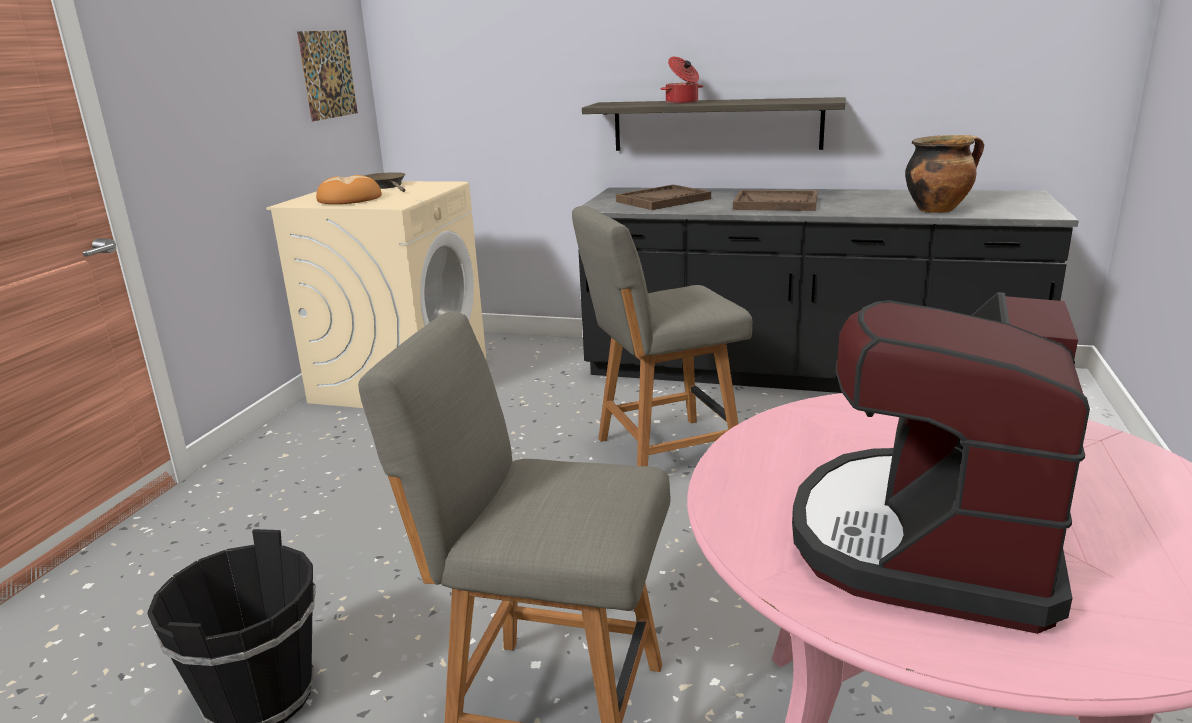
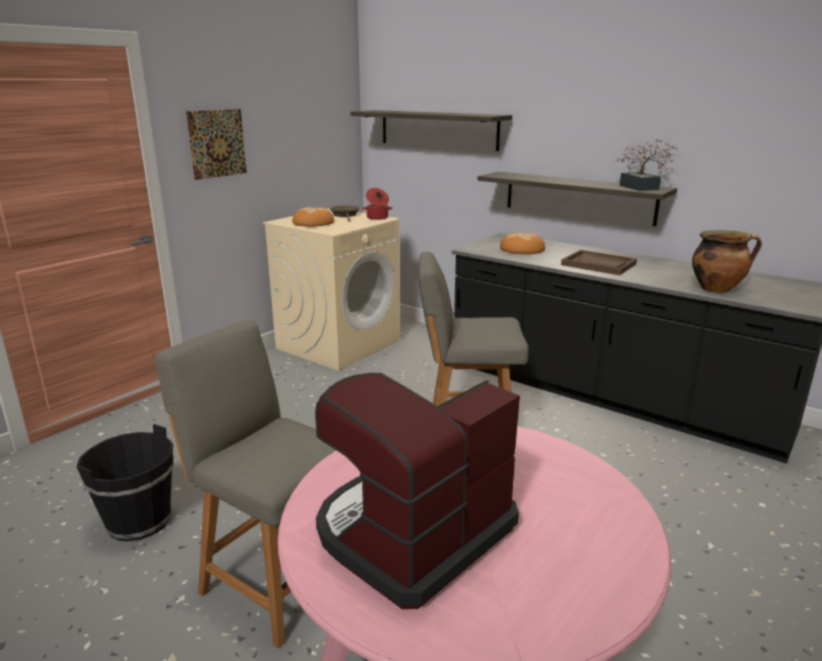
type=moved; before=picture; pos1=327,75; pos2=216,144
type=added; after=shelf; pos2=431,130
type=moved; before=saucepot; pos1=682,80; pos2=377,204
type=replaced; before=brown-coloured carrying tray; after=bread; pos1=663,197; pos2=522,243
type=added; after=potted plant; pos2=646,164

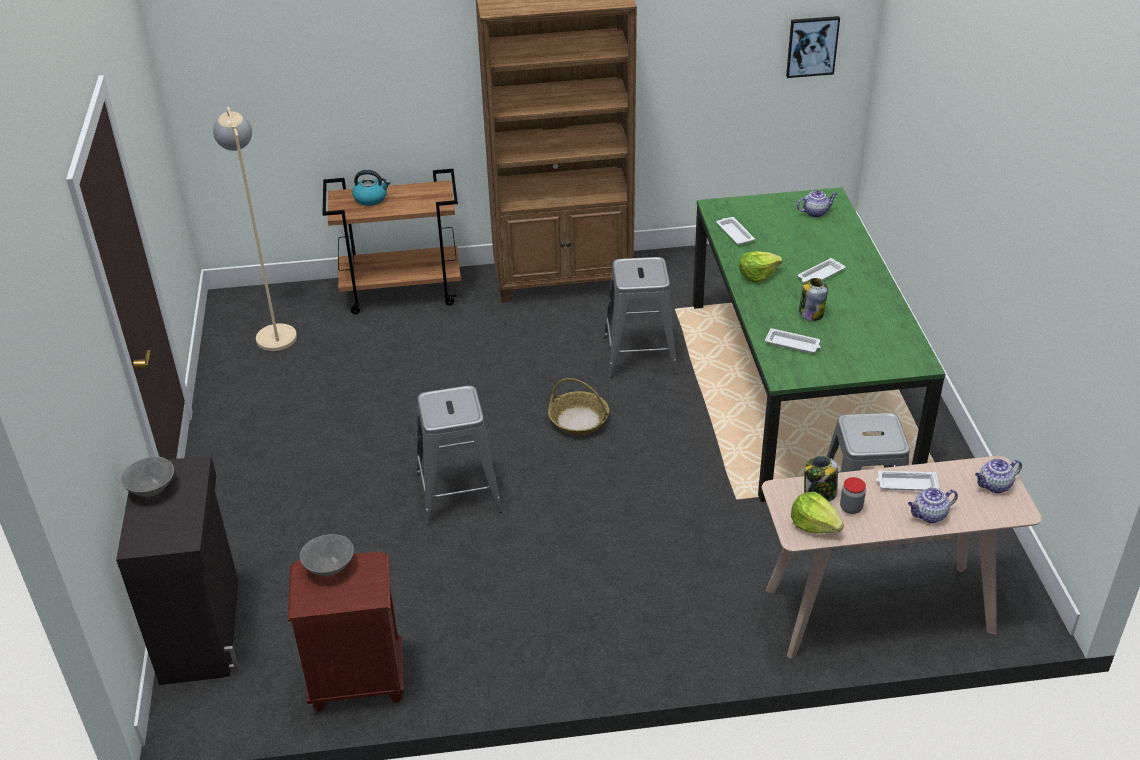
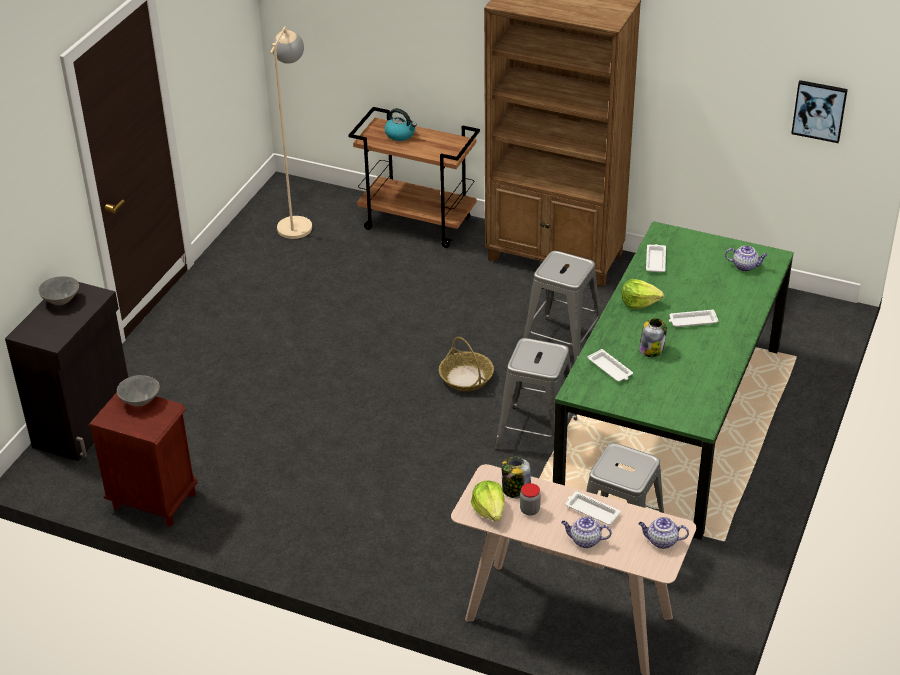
type=moved; before=gray stool; pos1=459,455; pos2=536,394

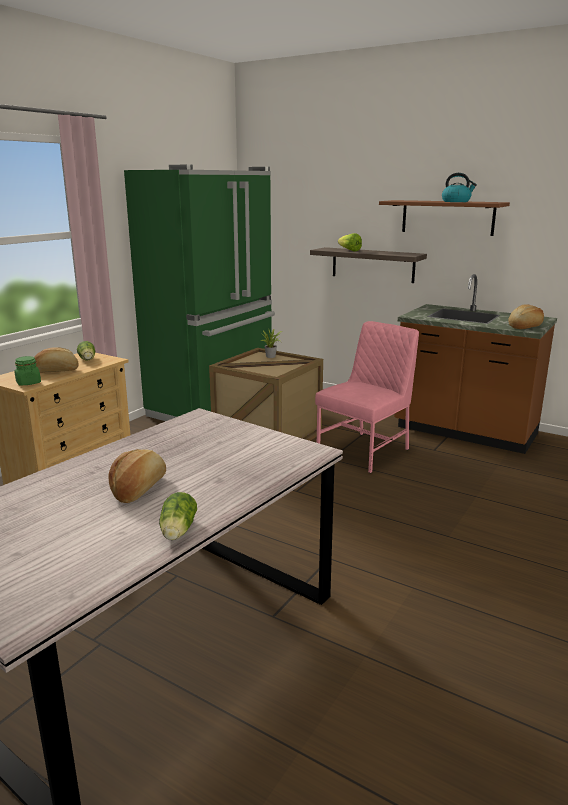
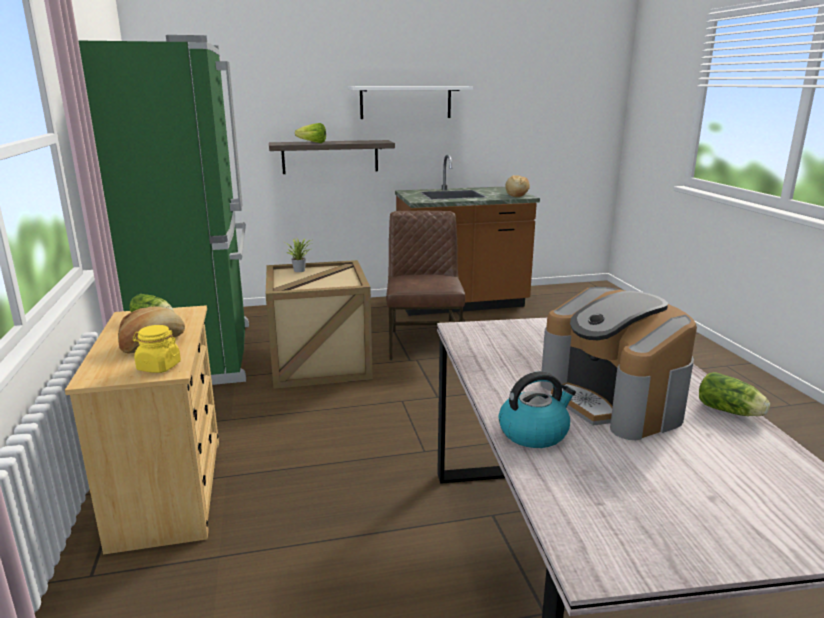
type=recoloured; before=green storage jar; after=yellowish storage jar; pos1=28,371; pos2=157,349
type=recoloured; before=brown-coloured shelf; after=whitish shelf; pos1=444,218; pos2=410,102
type=recoloured; before=pinkish upright chair; after=brown-coloured upright chair; pos1=367,397; pos2=425,285
type=moved; before=kettle; pos1=459,187; pos2=537,409
type=replaced; before=bread; after=coffee maker; pos1=137,476; pos2=619,363

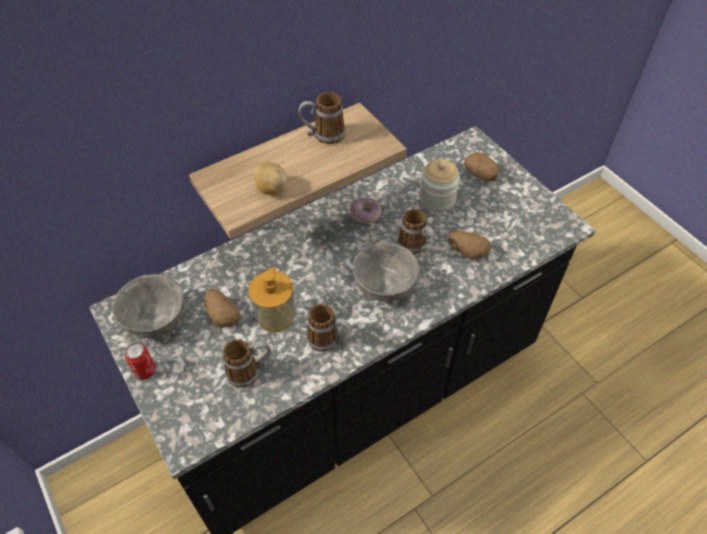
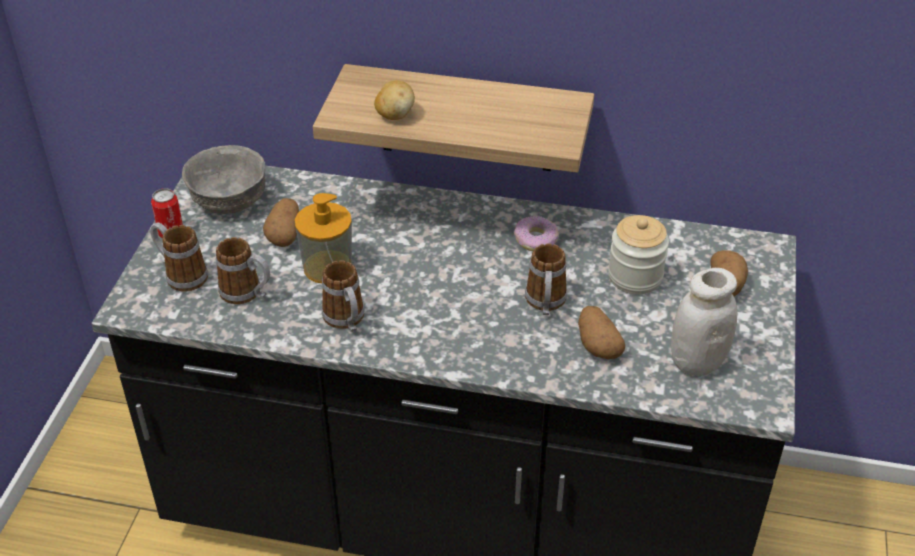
type=moved; before=tea mug; pos1=322,118; pos2=179,257
type=added; after=whitish storage jar; pos2=704,322
type=removed; before=gray deep dish; pos1=386,272

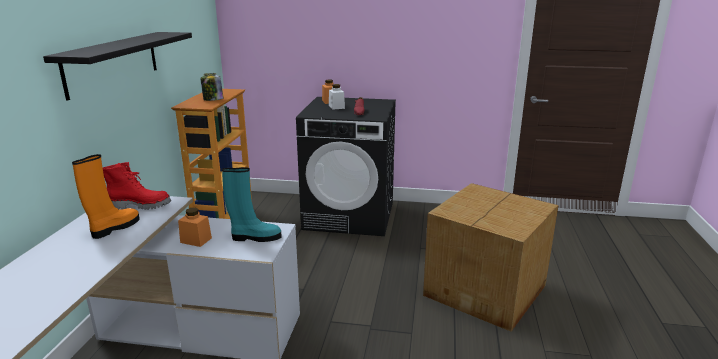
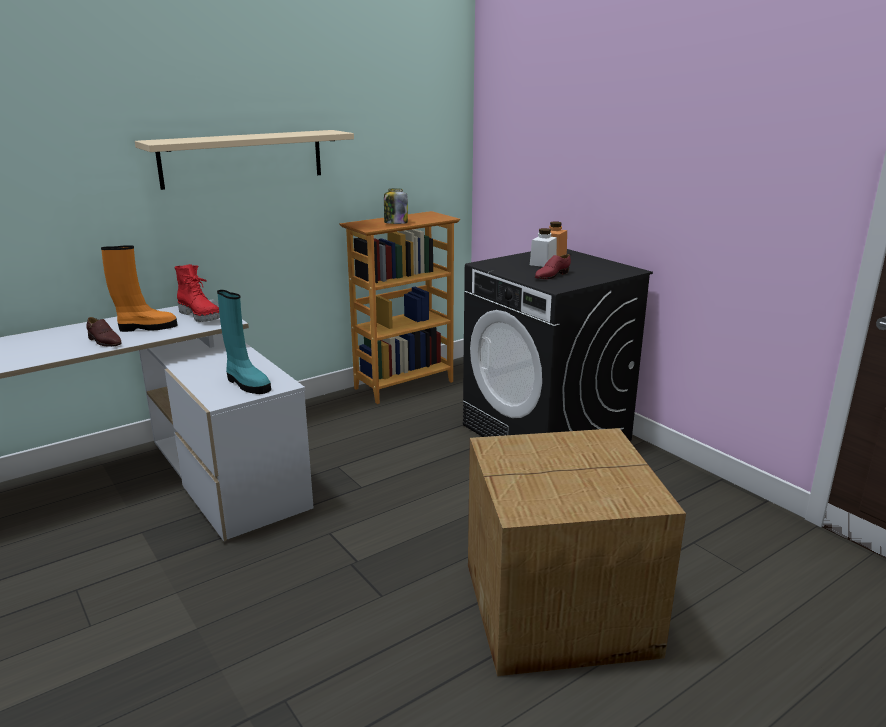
type=added; after=brown-coloured shoe; pos2=104,332
type=recoloured; before=black shelf; after=beige-coloured shelf; pos1=117,66; pos2=244,160
type=removed; before=orange storage jar; pos1=195,227

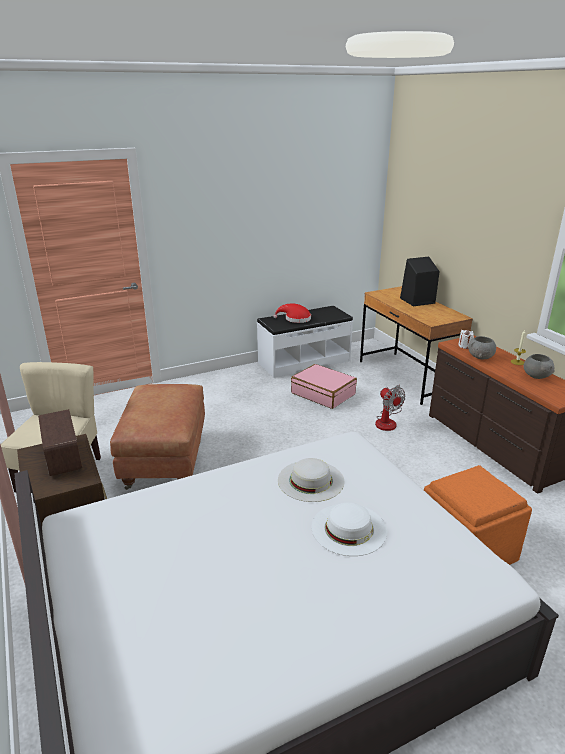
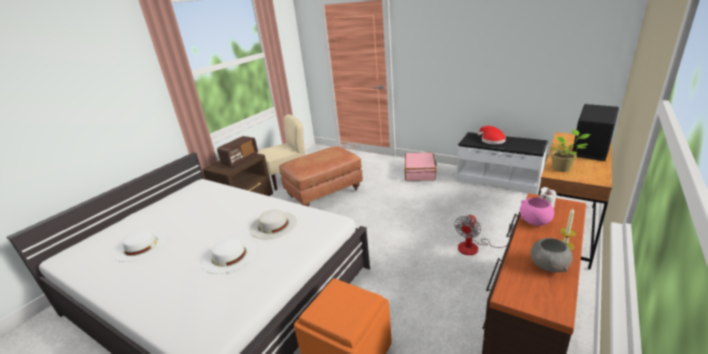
type=added; after=whitish wearable hat; pos2=140,246
type=moved; before=pinkish piece of luggage; pos1=324,386; pos2=420,166
type=recoloured; before=gray deep dish; after=pinkish deep dish; pos1=482,347; pos2=537,211
type=added; after=potted plant; pos2=570,150

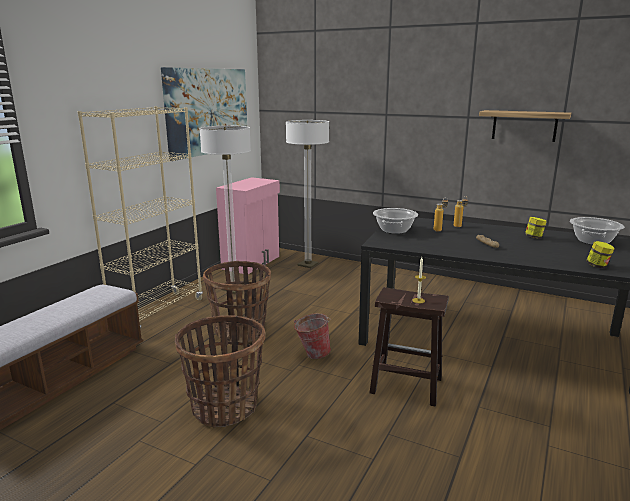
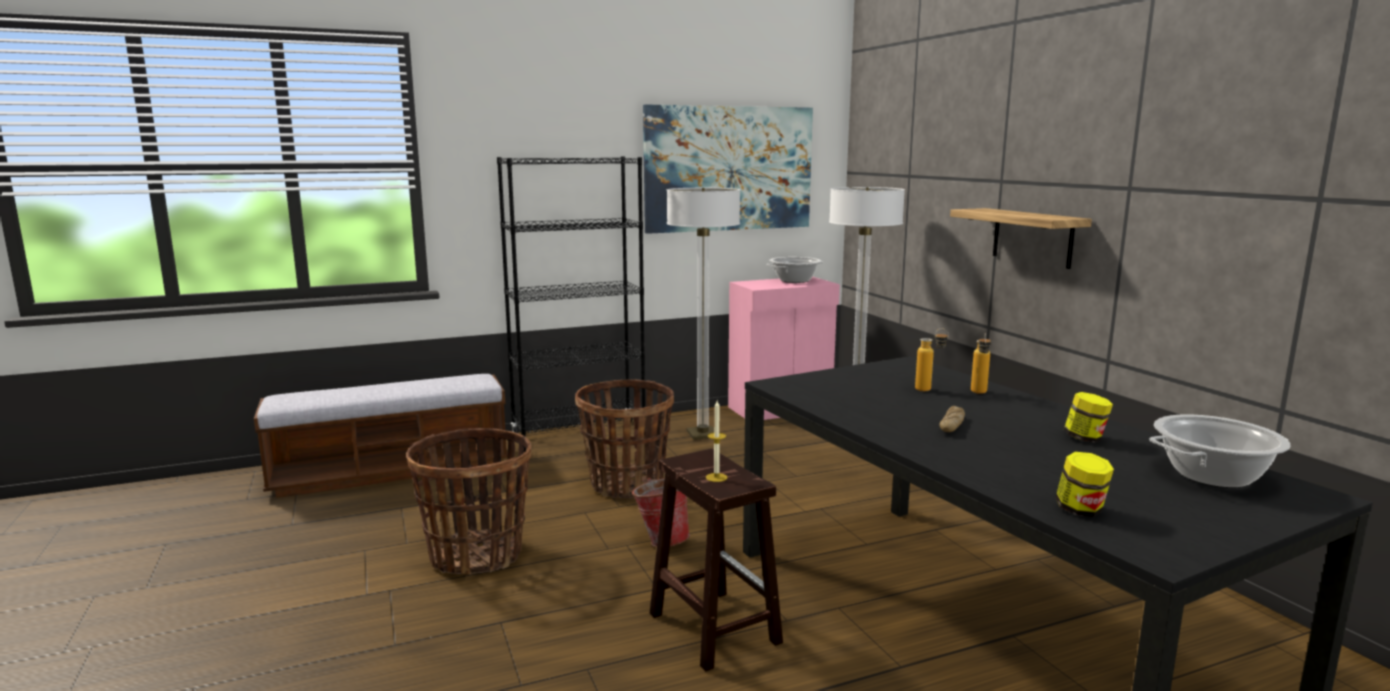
type=recoloured; before=beige-coloured shelving unit; after=black shelving unit; pos1=140,217; pos2=571,304
type=moved; before=saucepot; pos1=395,221; pos2=795,270
type=moved; before=shelf; pos1=525,126; pos2=1021,238

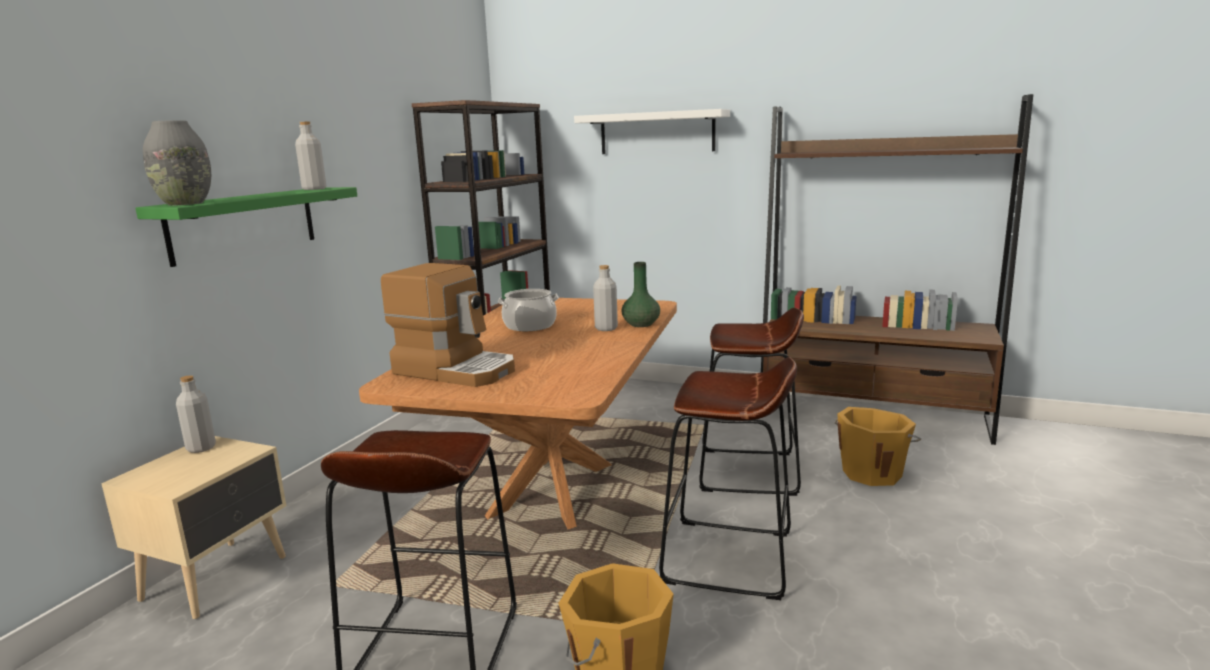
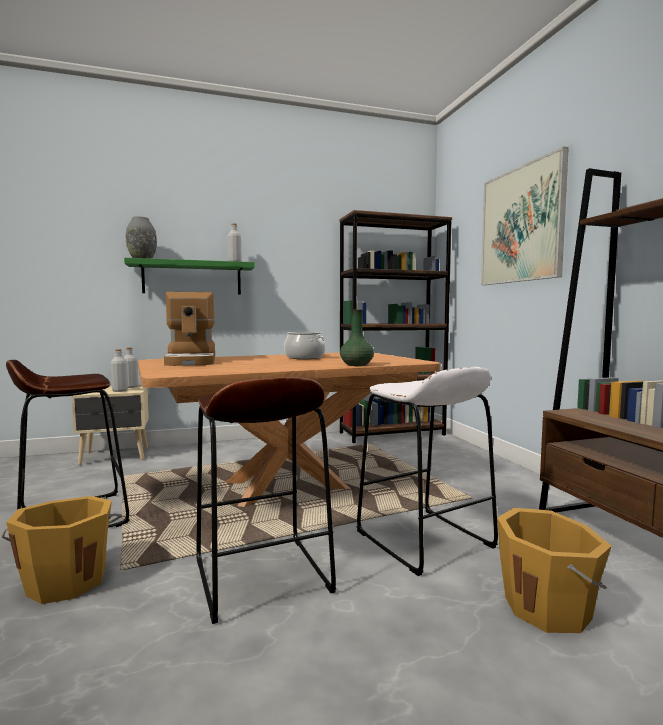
type=moved; before=gray bottle; pos1=605,298; pos2=119,370
type=recoloured; before=brown-coloured stool; after=whitish stool; pos1=751,402; pos2=427,471
type=replaced; before=whitish shelf; after=picture; pos1=652,131; pos2=525,215

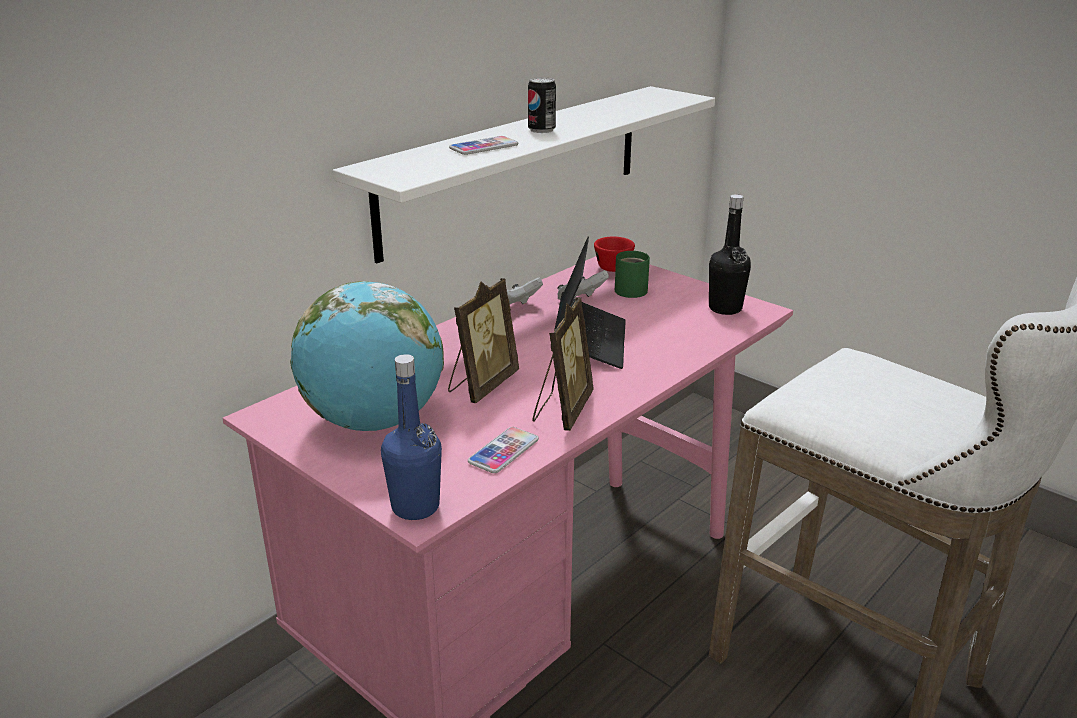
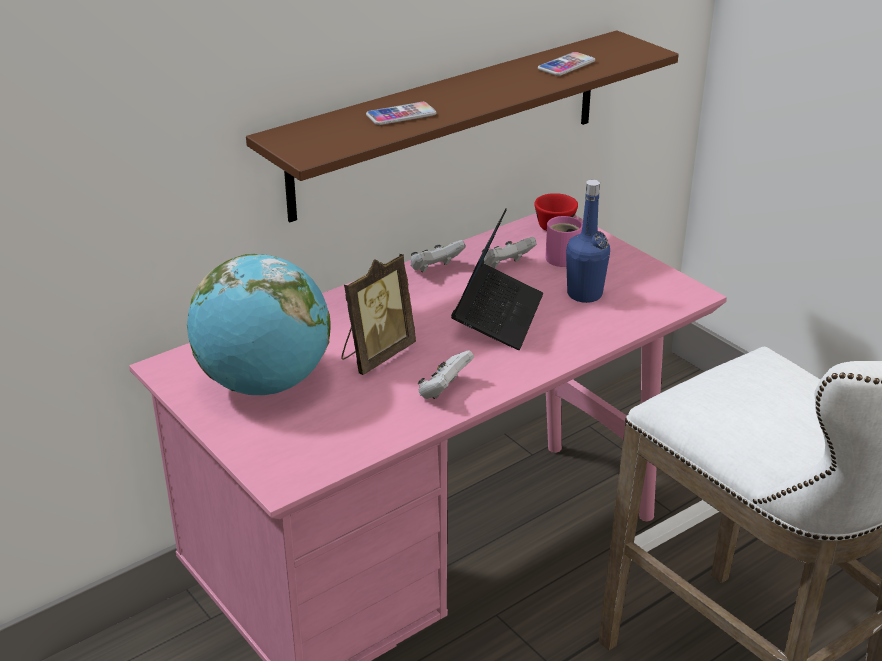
type=recoloured; before=whitish shelf; after=brown-coloured shelf; pos1=524,174; pos2=462,126
type=replaced; before=photo frame; after=whitish game controller; pos1=563,364; pos2=446,374
type=moved; before=telephone; pos1=503,450; pos2=566,64
type=recoloured; before=green tea mug; after=pinkish tea mug; pos1=632,274; pos2=564,241
type=moved; before=blue-coloured bottle; pos1=411,437; pos2=588,241
type=removed; before=sealed can; pos1=542,105
type=removed; before=black bottle; pos1=730,254

